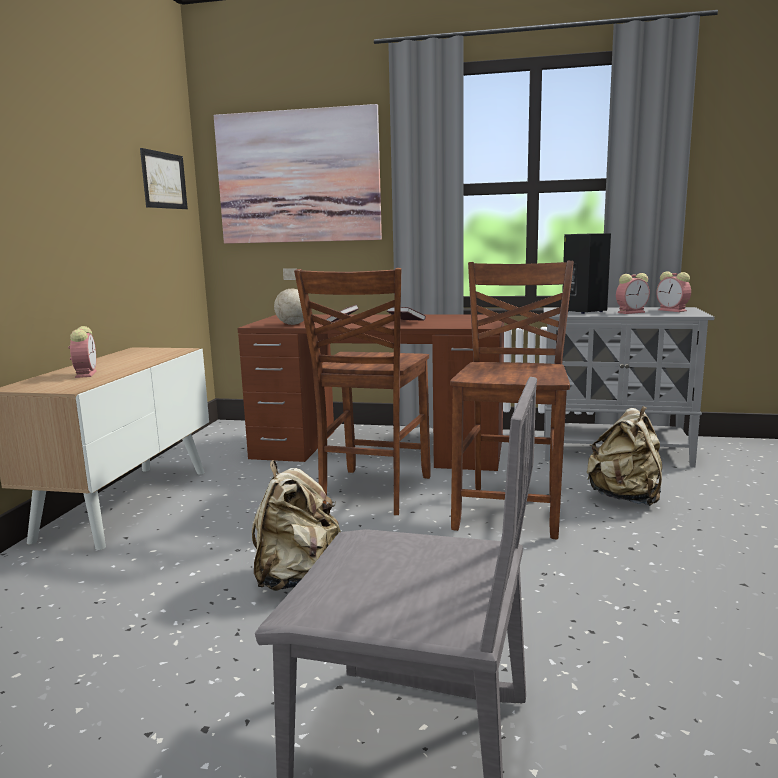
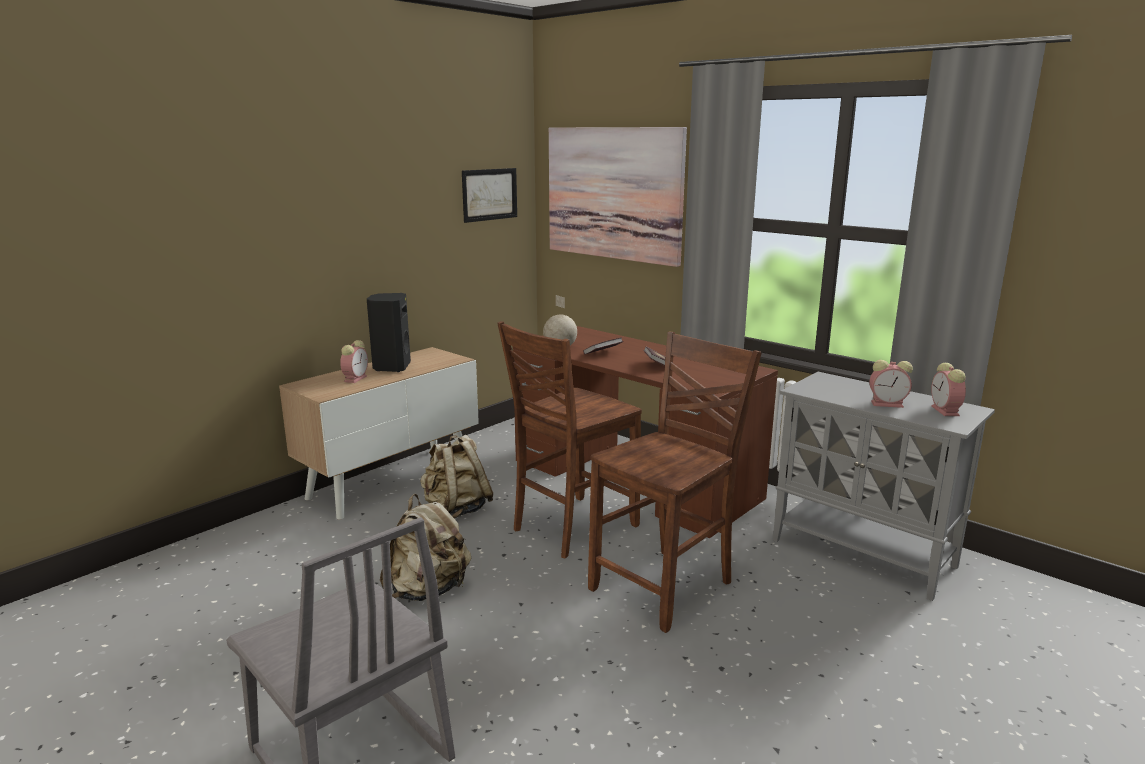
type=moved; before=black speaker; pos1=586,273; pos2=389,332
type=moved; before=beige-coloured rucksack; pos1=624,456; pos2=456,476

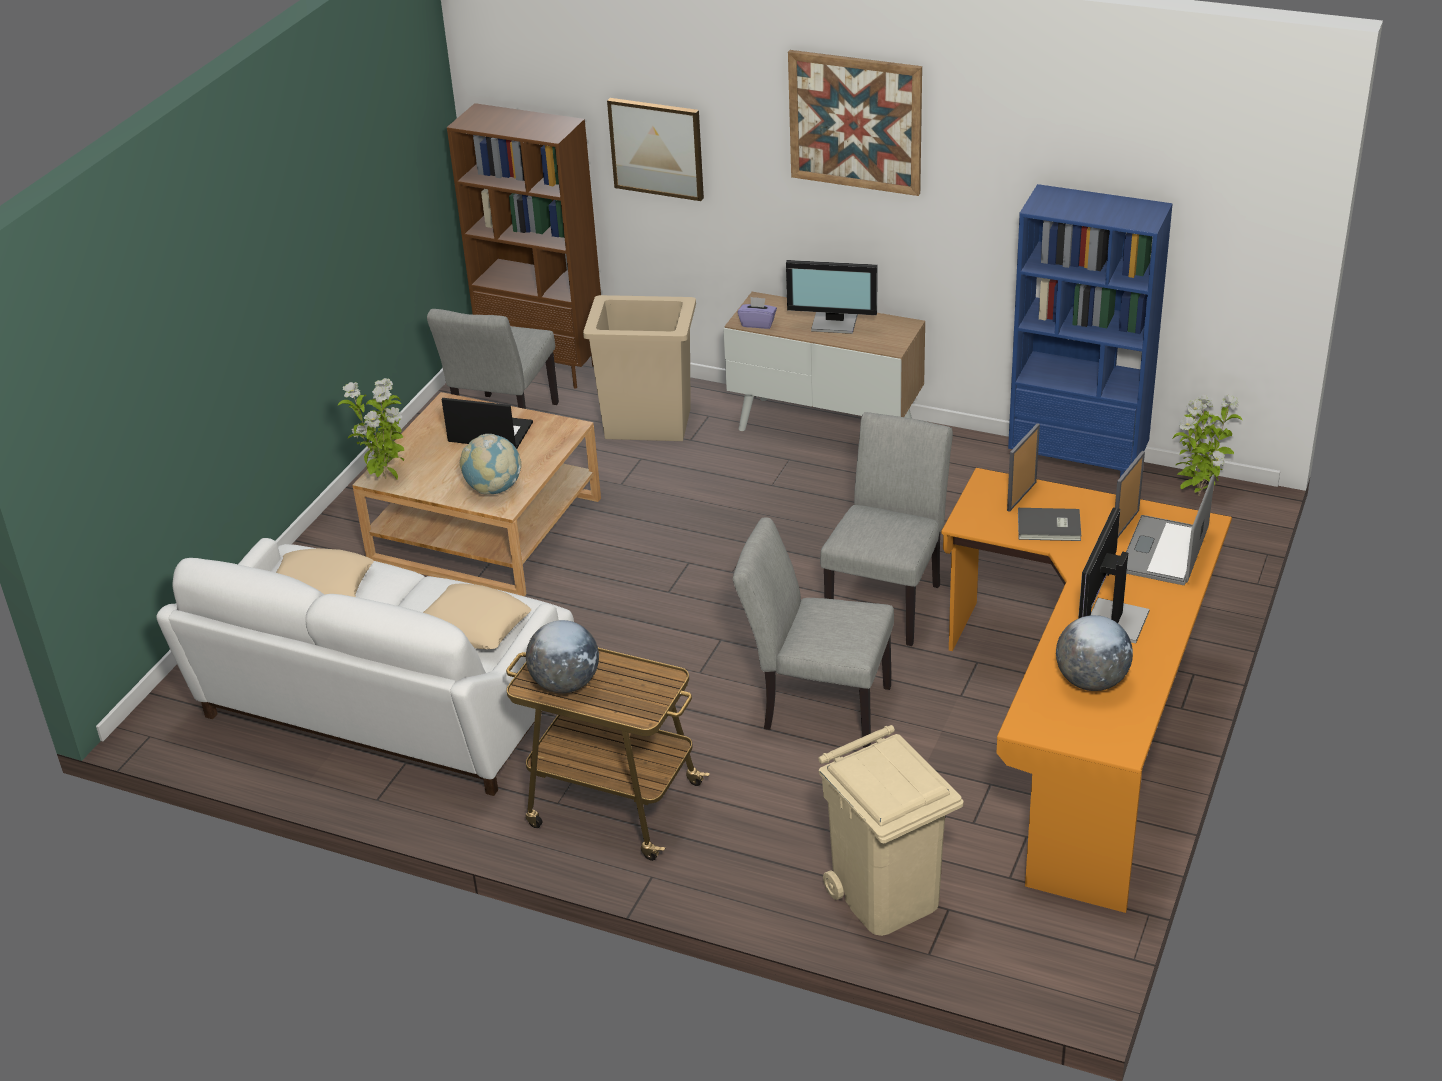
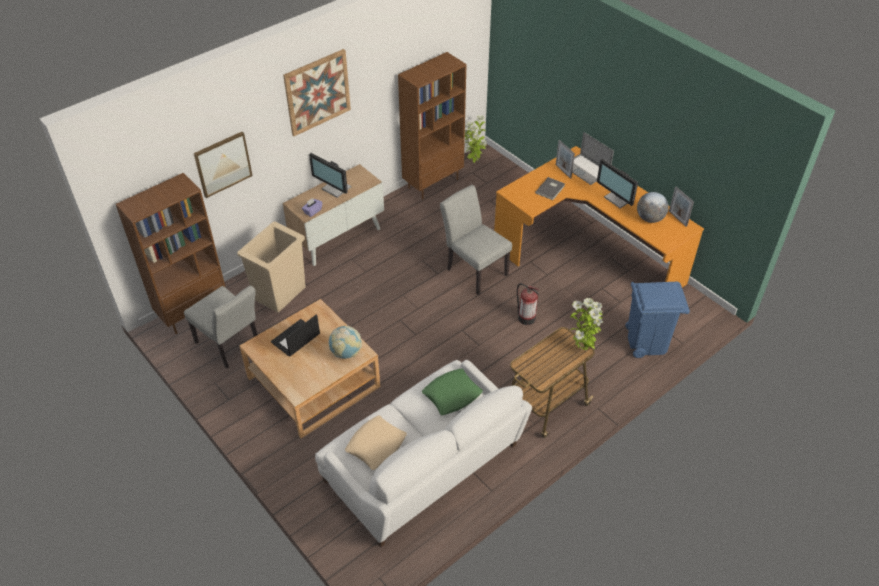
type=turned; before=computer screen; pos1=831,297; pos2=330,175; turn=90
type=recoloured; before=blue-coloured shelving unit; after=brown-coloured shelving unit; pos1=1090,330; pos2=432,125
type=recoloured; before=beige-coloured pillow; after=green pillow; pos1=477,616; pos2=452,392
type=replaced; before=gray upright chair; after=fire extinguisher; pos1=813,632; pos2=528,304
type=moved; before=potted plant; pos1=371,429; pos2=587,324
type=recoloured; before=beige-coloured rubbish bin; after=blue-coloured rubbish bin; pos1=891,830; pos2=657,320
type=moved; before=photo frame; pos1=1023,467; pos2=681,206
type=removed; before=globe; pos1=562,656

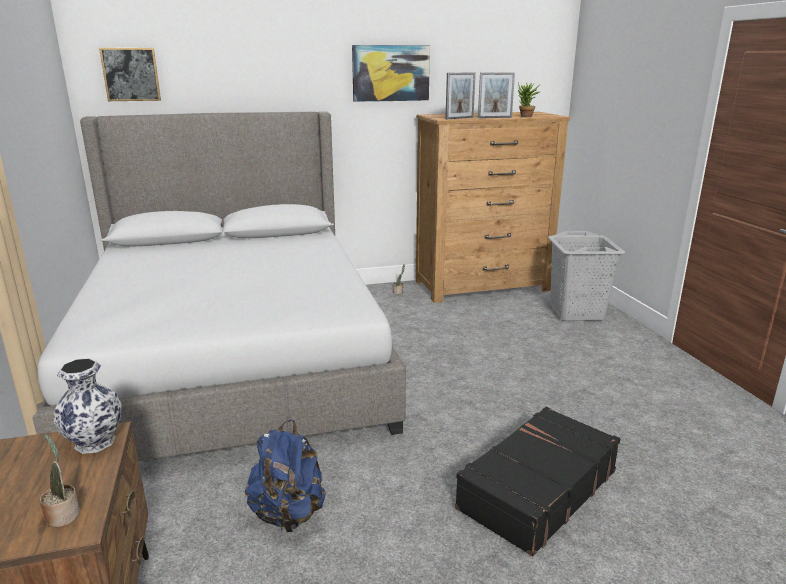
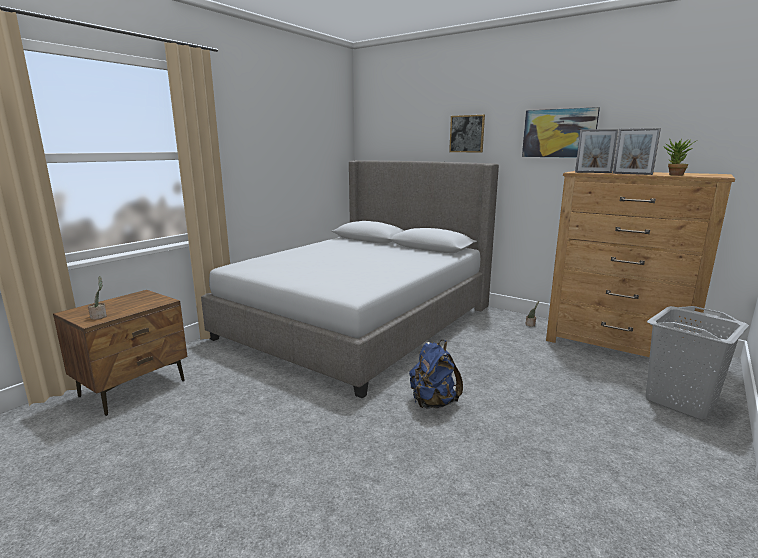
type=moved; before=blue-coloured rucksack; pos1=285,476; pos2=436,374
type=moved; before=picture; pos1=130,74; pos2=467,133
type=removed; before=vase; pos1=88,406
type=removed; before=black piece of luggage; pos1=537,481

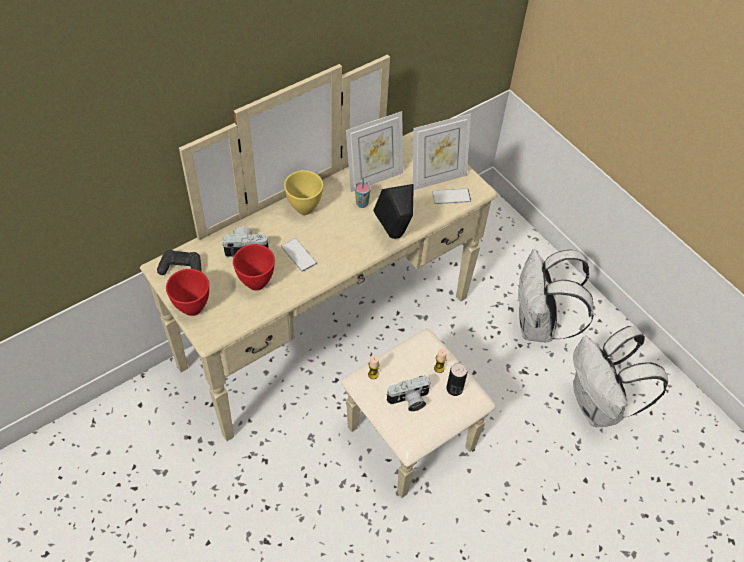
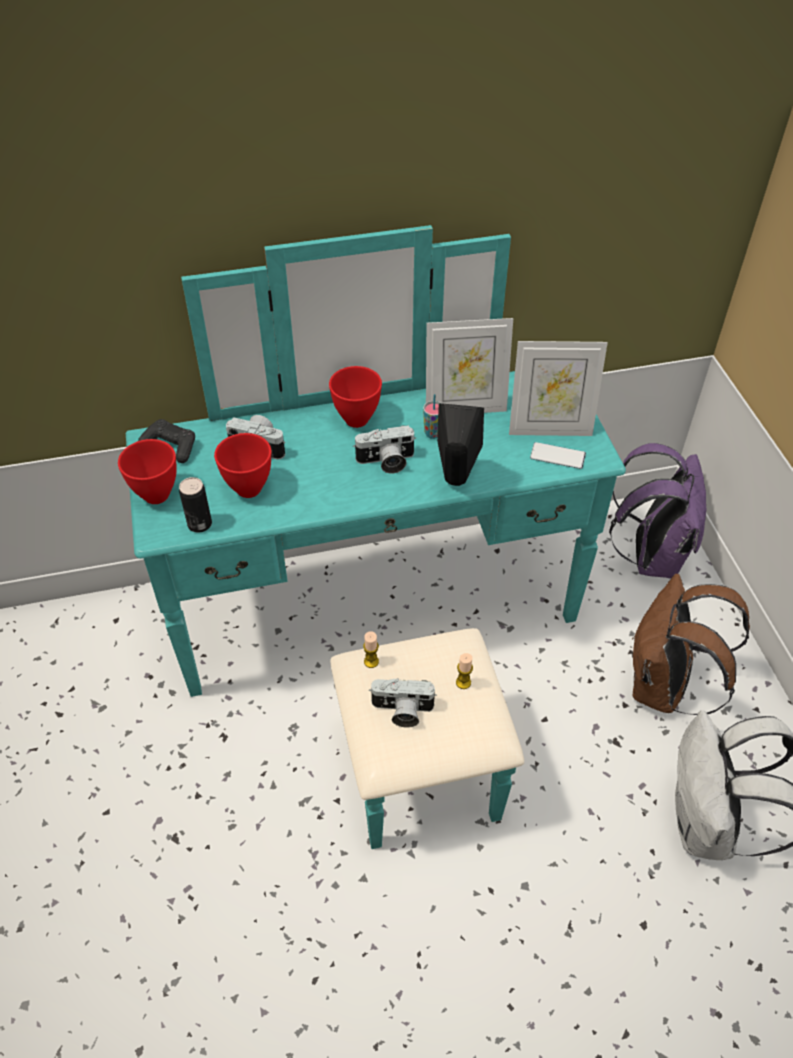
type=recoloured; before=beige-coloured drawer chest; after=blue-green drawer chest; pos1=318,276; pos2=376,537
type=moved; before=sealed can; pos1=456,379; pos2=195,505
type=recoloured; before=yellowish deep dish; after=red deep dish; pos1=303,192; pos2=355,397
type=added; after=still camera; pos2=384,449
type=added; after=purple rucksack; pos2=657,510
type=recoloured; before=whitish rucksack; after=brown-coloured rucksack; pos1=555,295; pos2=691,644
type=removed; before=telephone; pos1=299,255

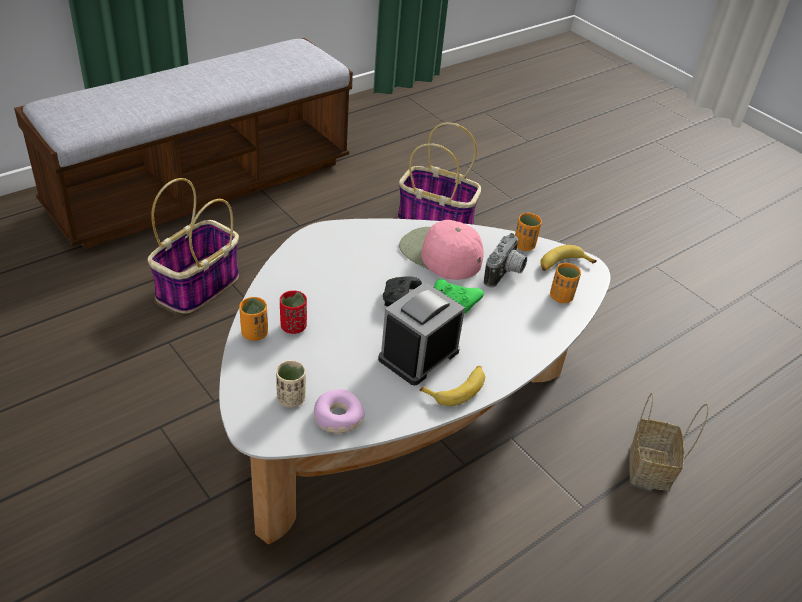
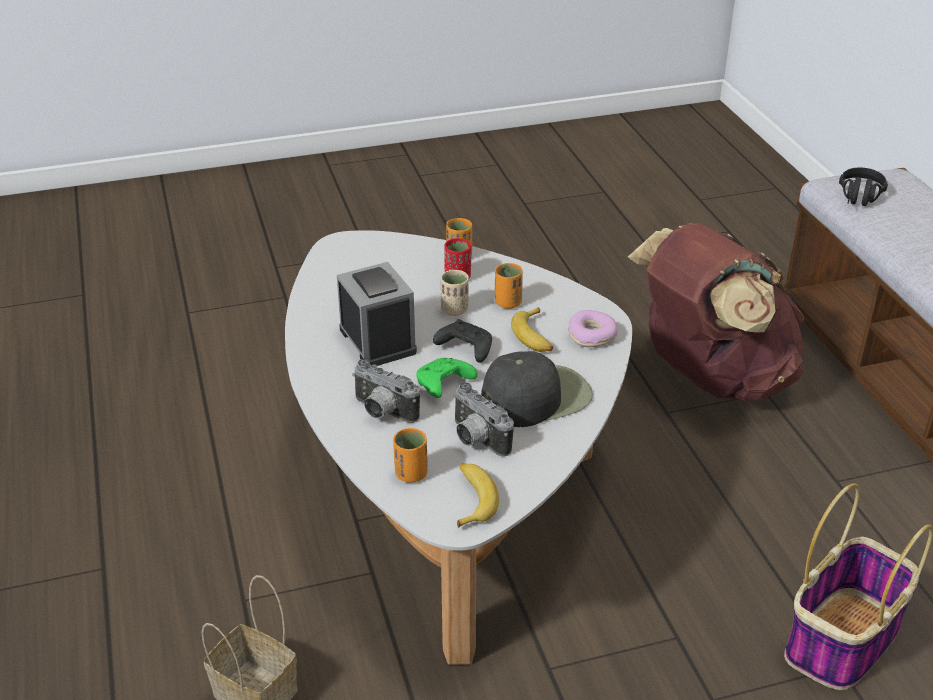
type=added; after=still camera; pos2=386,391
type=moved; before=beige-coloured cup; pos1=291,383; pos2=455,293
type=recoloured; before=pinkish peaked cap; after=black peaked cap; pos1=441,250; pos2=537,389
type=moved; before=orange cup; pos1=528,232; pos2=509,286
type=moved; before=banana; pos1=452,386; pos2=532,329
type=moved; before=ring doughnut; pos1=339,411; pos2=592,328
type=replaced; before=household basket; after=brown-coloured rucksack; pos1=193,246; pos2=716,312
type=added; after=black headset; pos2=863,186

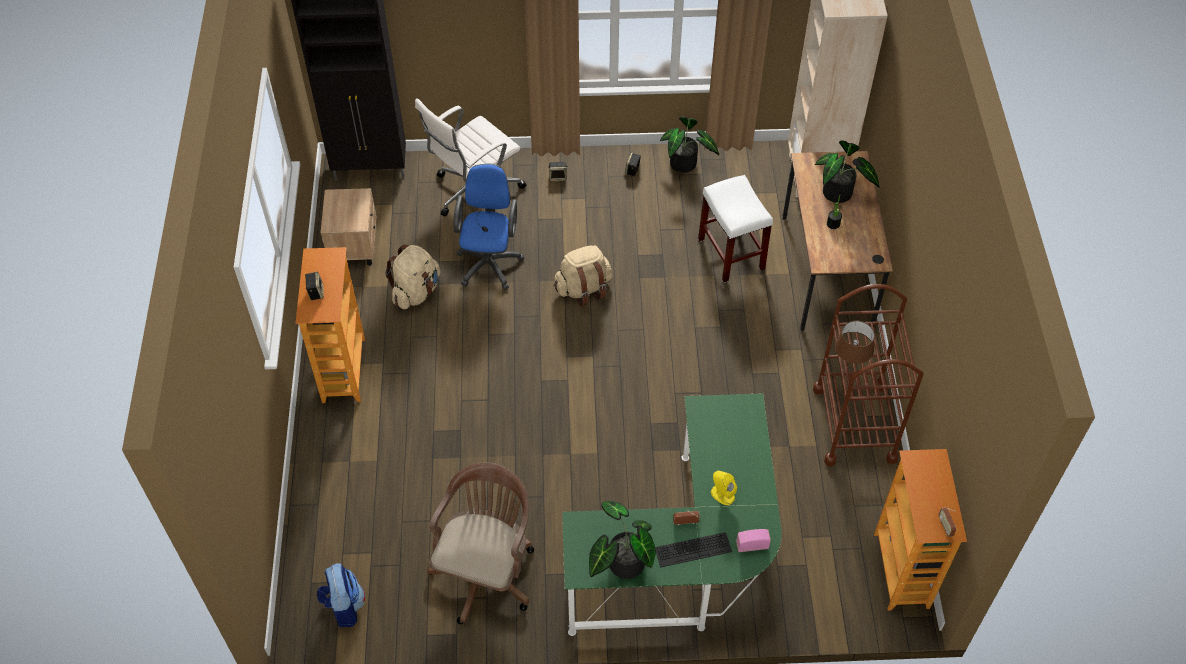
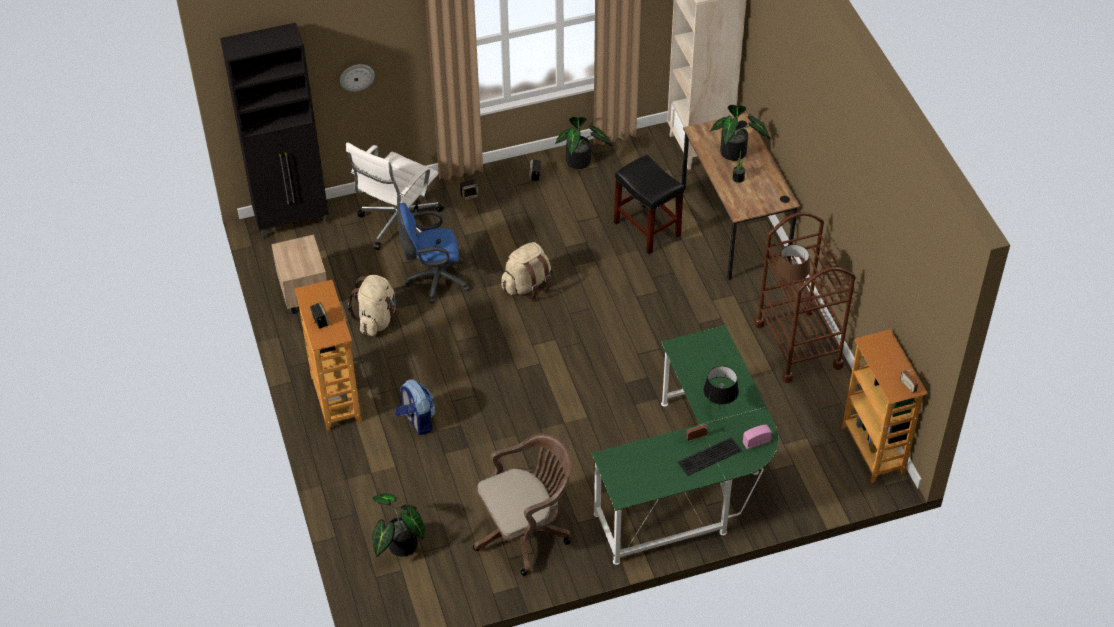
type=added; after=hanging clock; pos2=357,78
type=moved; before=potted plant; pos1=622,540; pos2=398,525
type=moved; before=rucksack; pos1=341,595; pos2=415,407
type=turned; before=blue-coloured desk chair; pos1=489,227; pos2=433,253; turn=-90
type=turned; before=brown-coloured desk chair; pos1=480,543; pos2=522,504; turn=60
type=recoloured; before=whitish stool; after=black stool; pos1=735,229; pos2=649,204
type=replaced; before=yellowish speaker; after=black lamp for a table; pos1=724,488; pos2=721,388

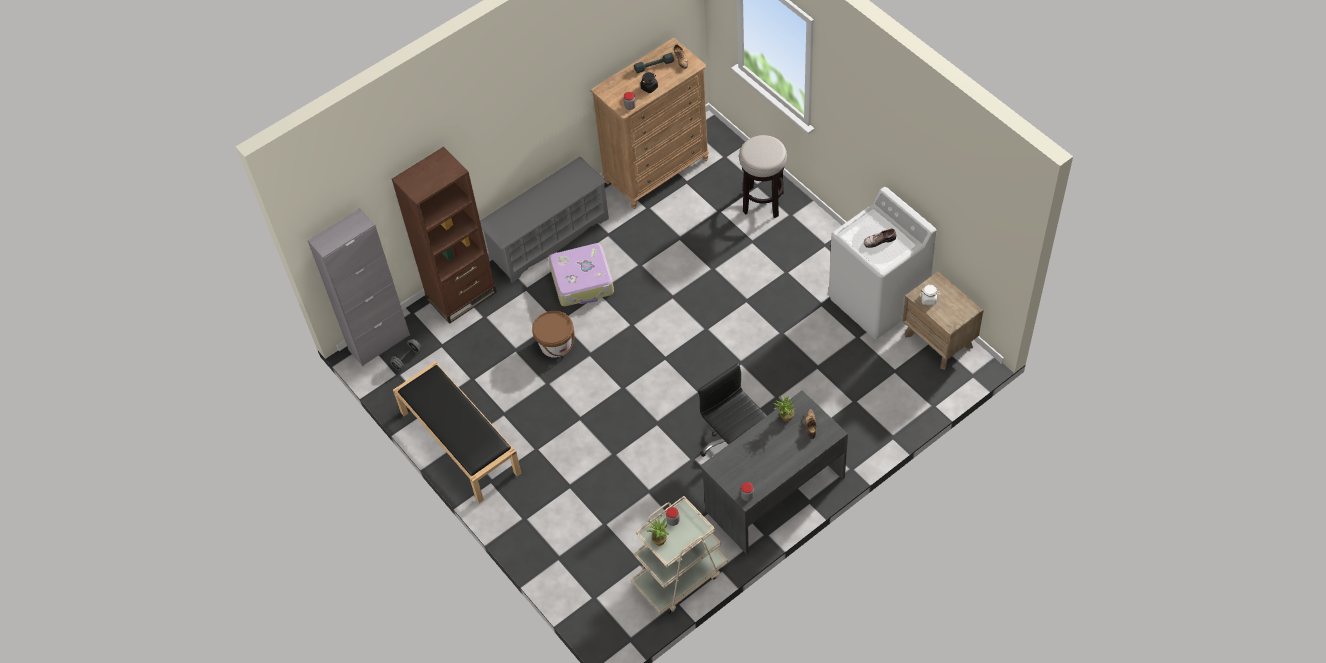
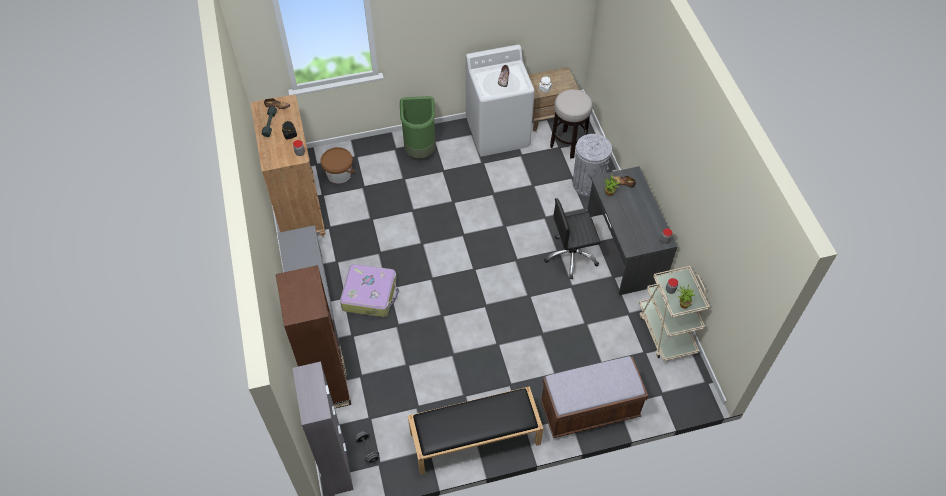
type=moved; before=brown-coloured bucket; pos1=553,334; pos2=337,165
type=added; after=green rubbish bin; pos2=417,127
type=added; after=brown-coloured indoor bench; pos2=594,397
type=moved; before=stool; pos1=763,176; pos2=571,124
type=added; after=gray rubbish bin; pos2=592,165

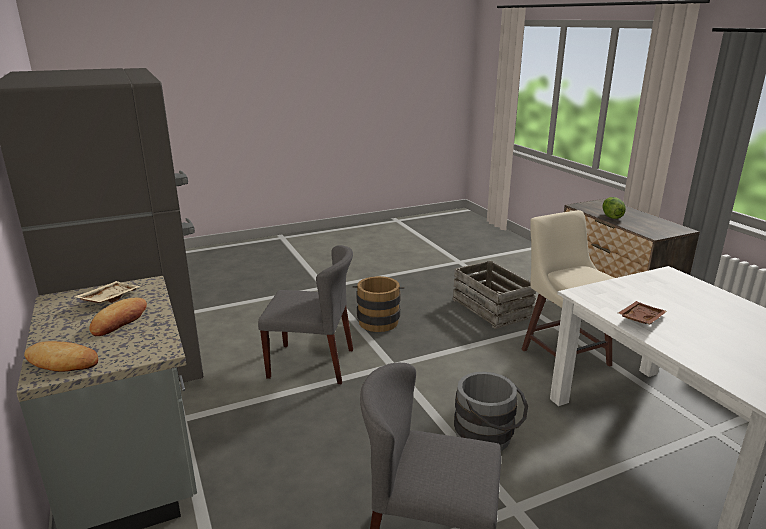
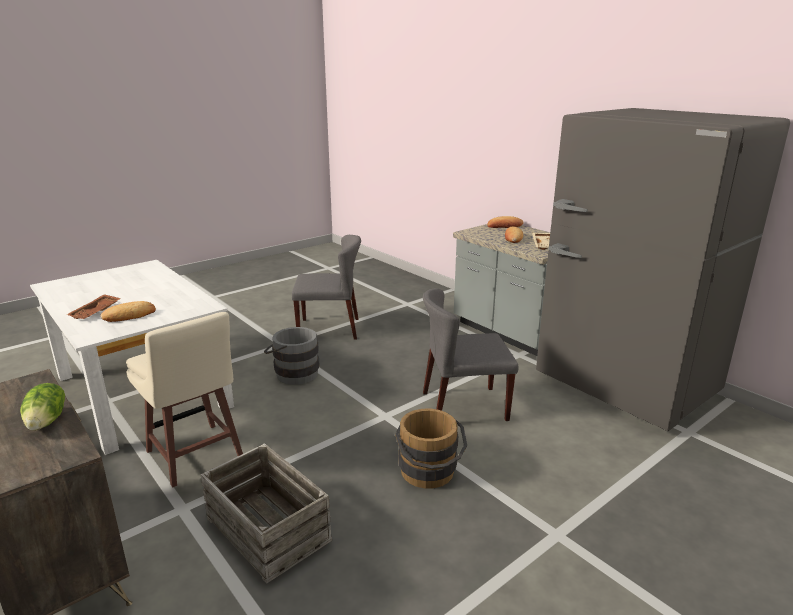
type=moved; before=brown-coloured carrying tray; pos1=642,313; pos2=94,307
type=added; after=bread; pos2=128,311

